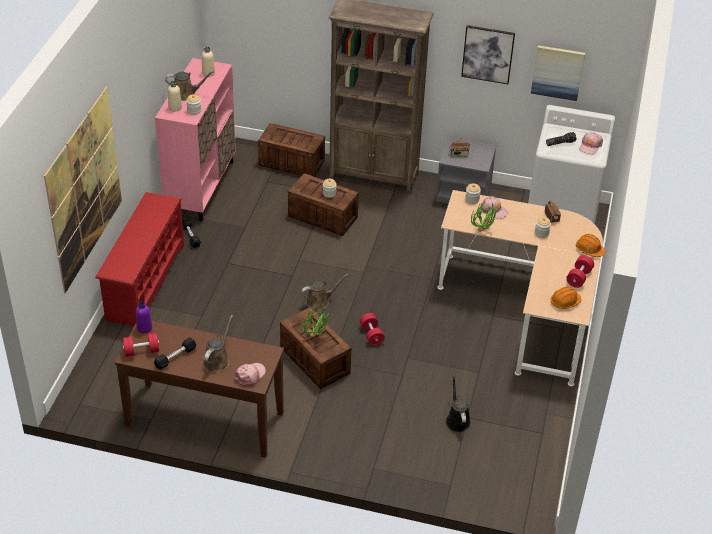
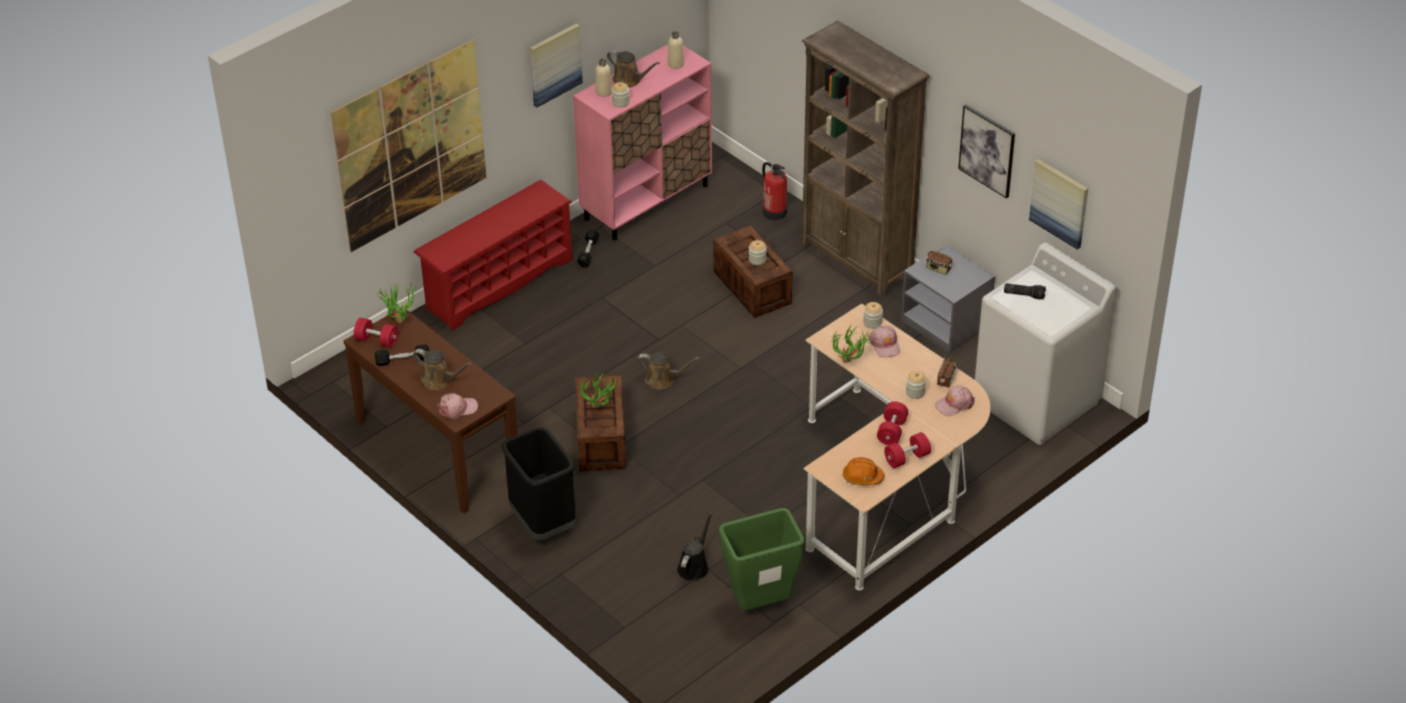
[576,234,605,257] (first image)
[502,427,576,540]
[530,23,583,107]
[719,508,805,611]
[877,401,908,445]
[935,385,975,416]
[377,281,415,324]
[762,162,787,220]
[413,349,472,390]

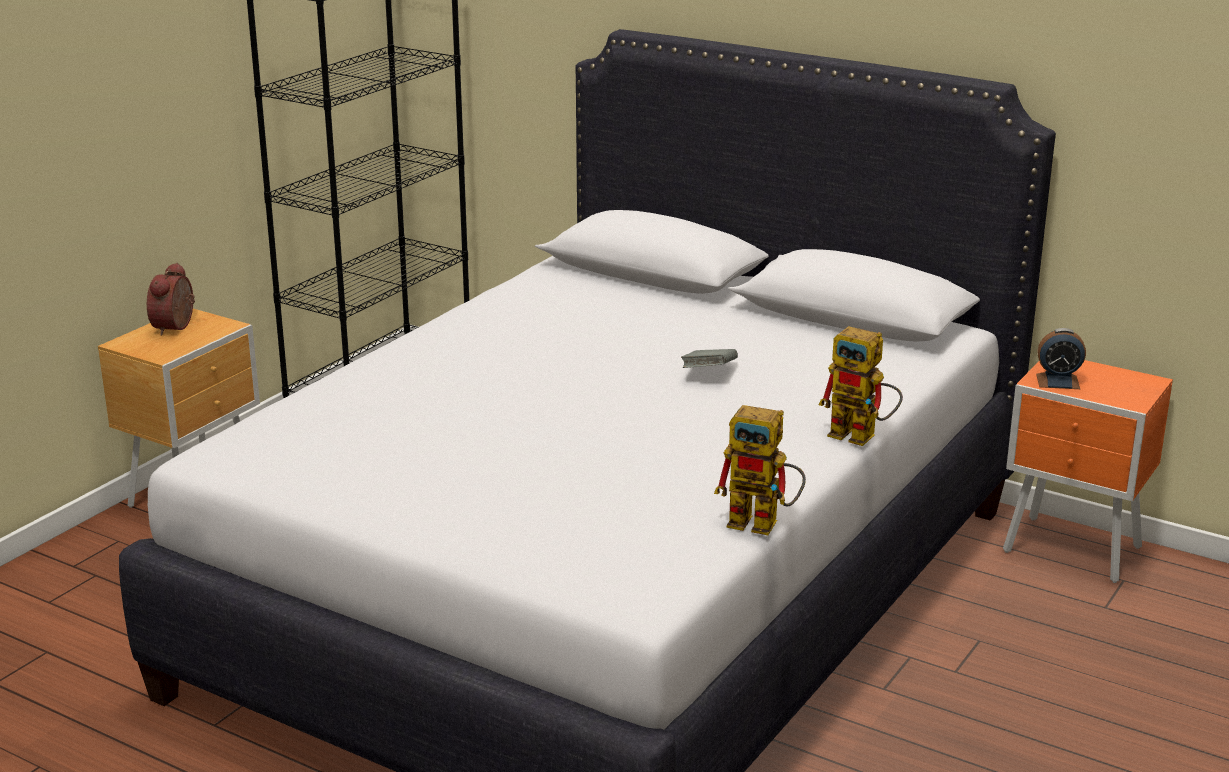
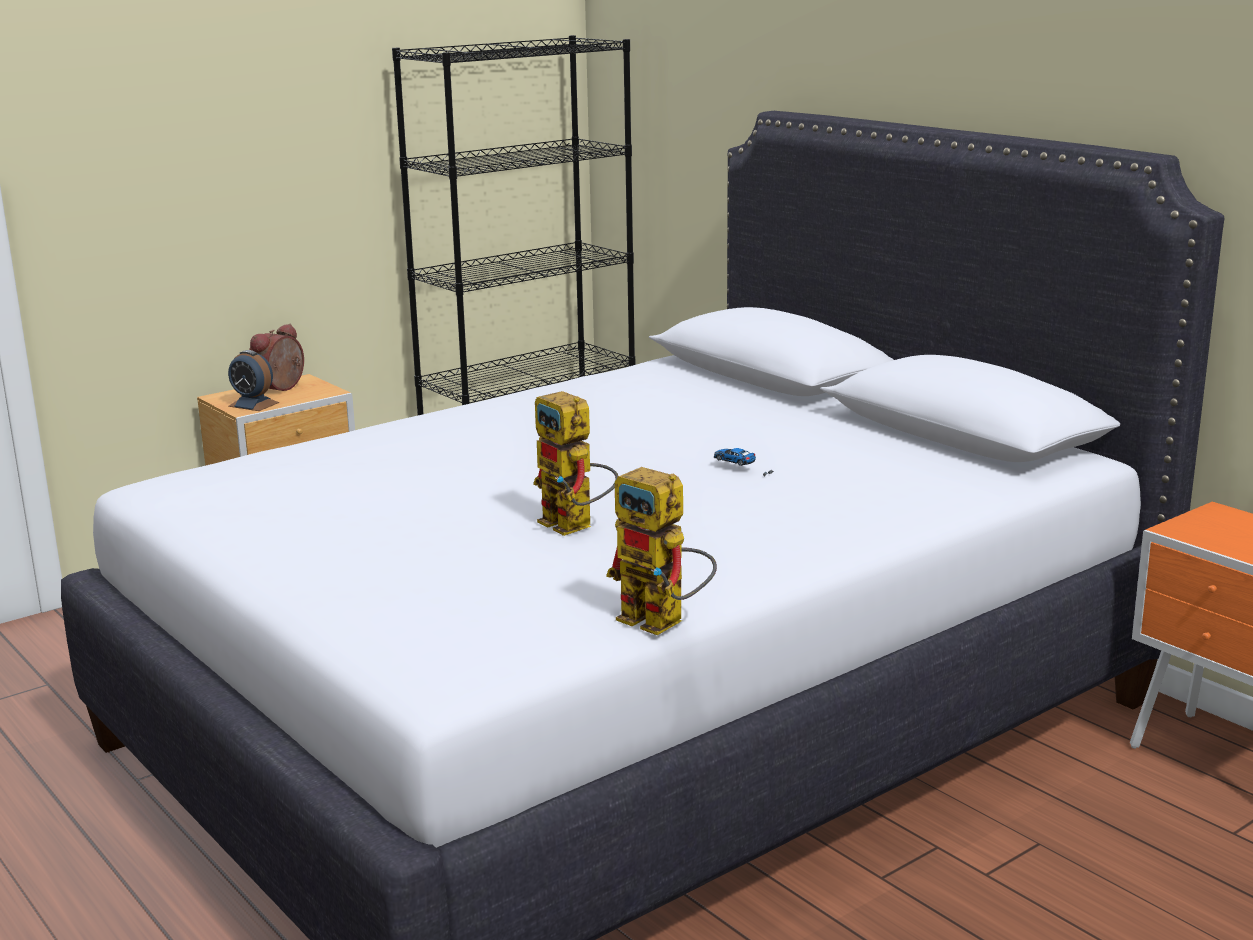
[533,391,618,536]
[228,350,279,411]
[714,448,773,477]

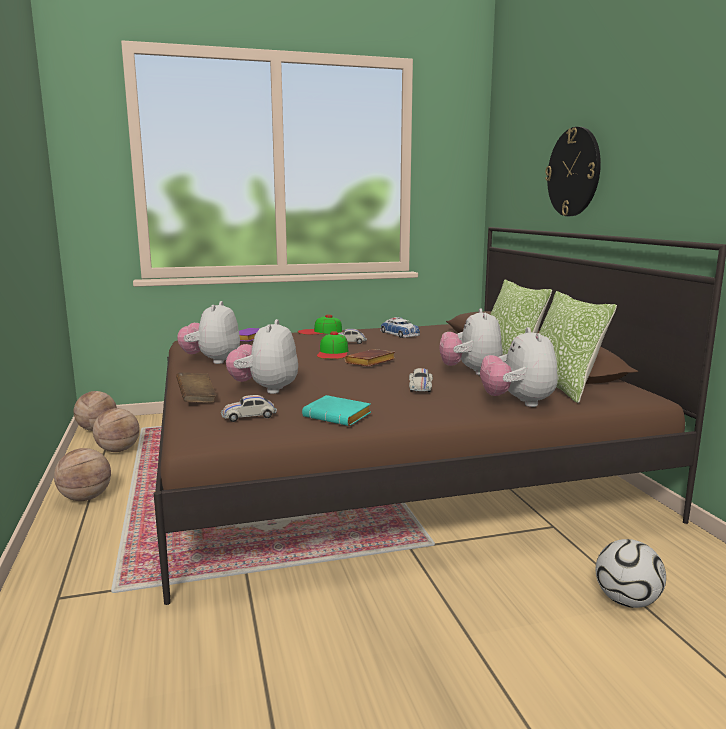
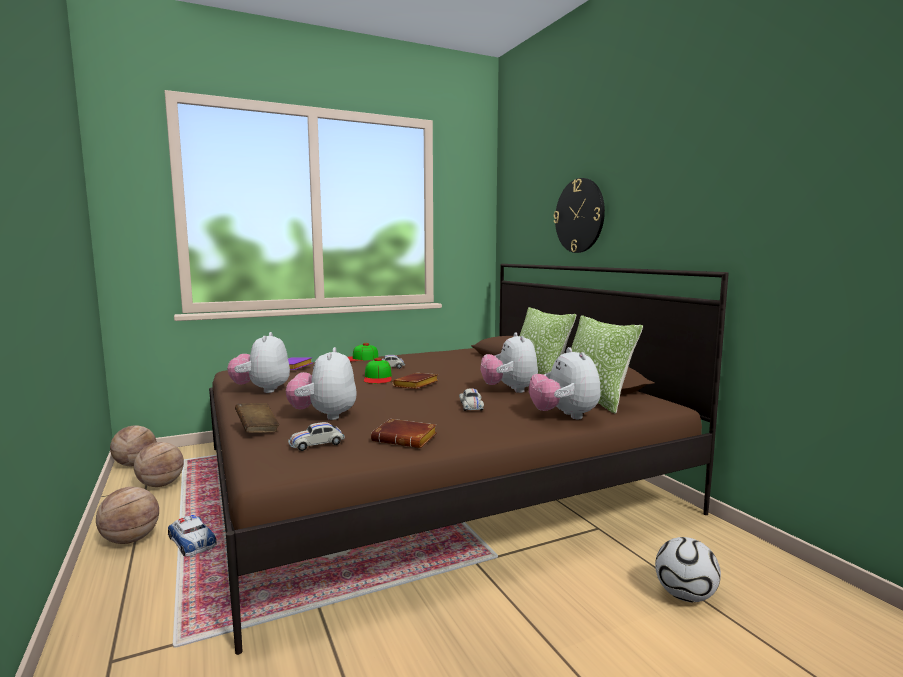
[168,515,217,557]
[371,419,437,448]

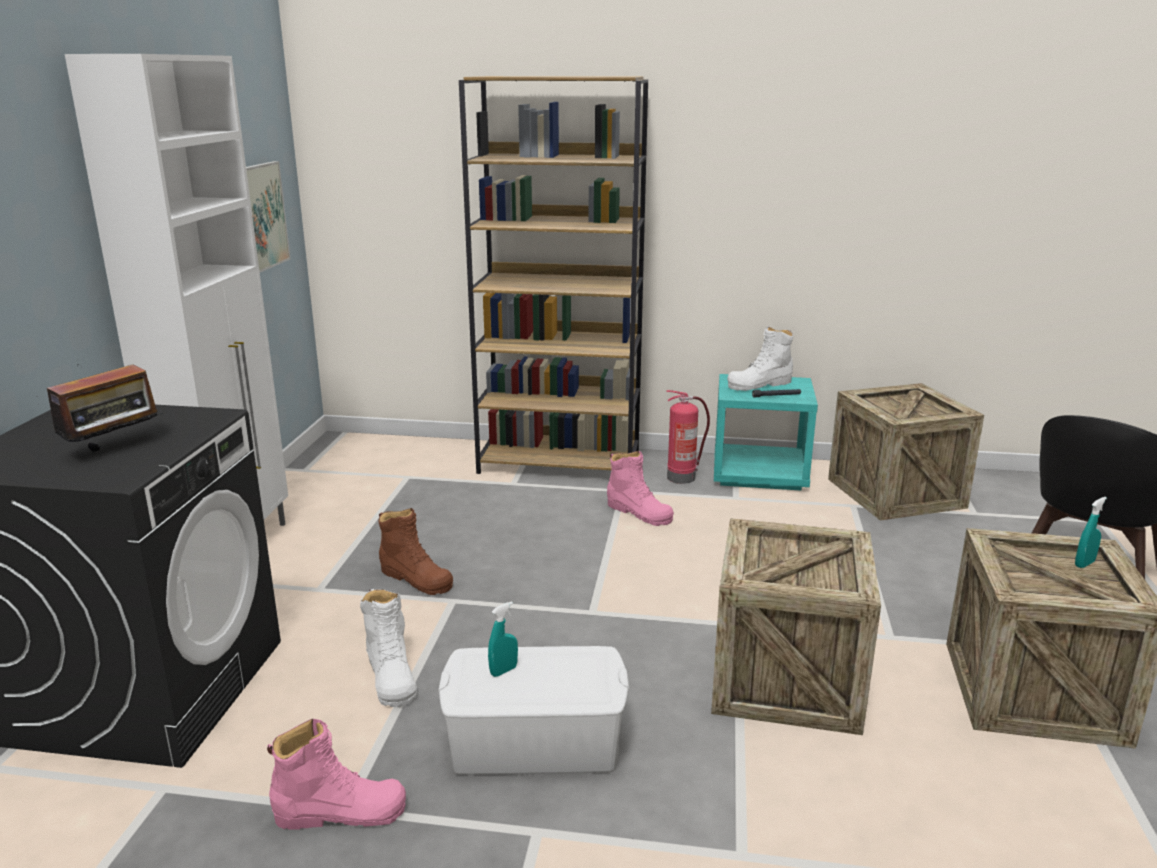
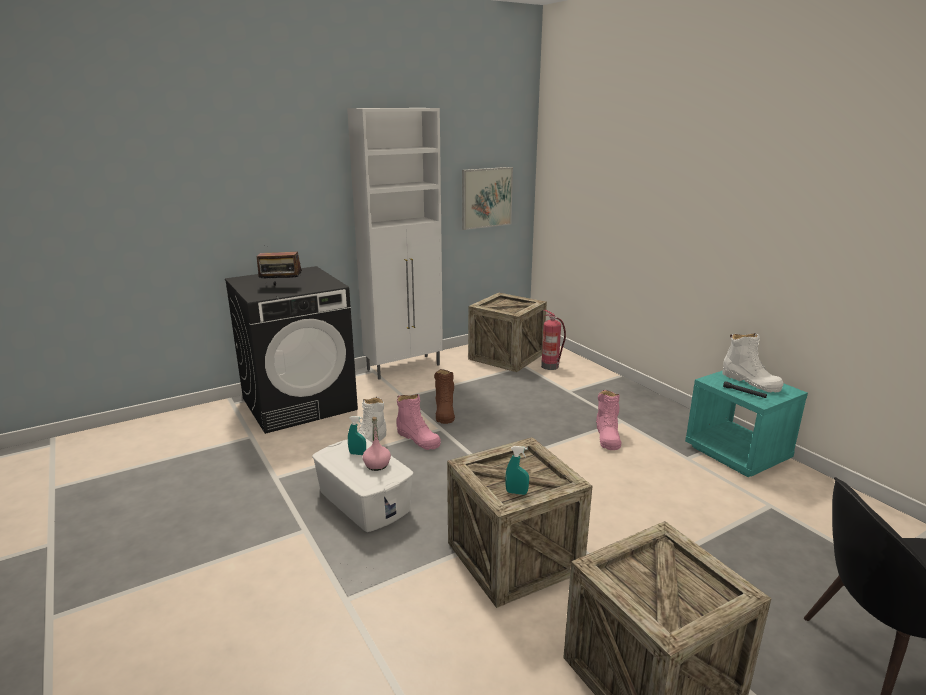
[459,76,648,474] (first image)
[362,417,391,471]
[396,394,441,450]
[541,310,566,370]
[468,293,547,372]
[505,446,529,495]
[722,333,783,393]

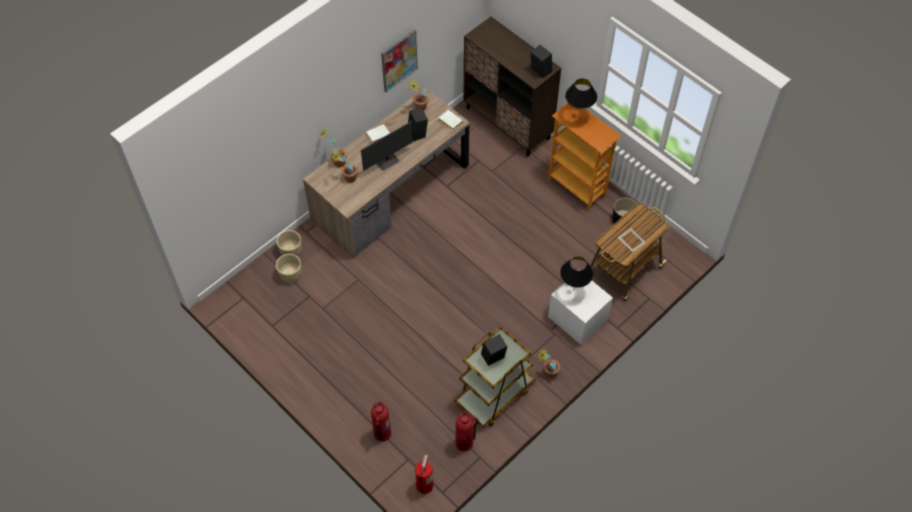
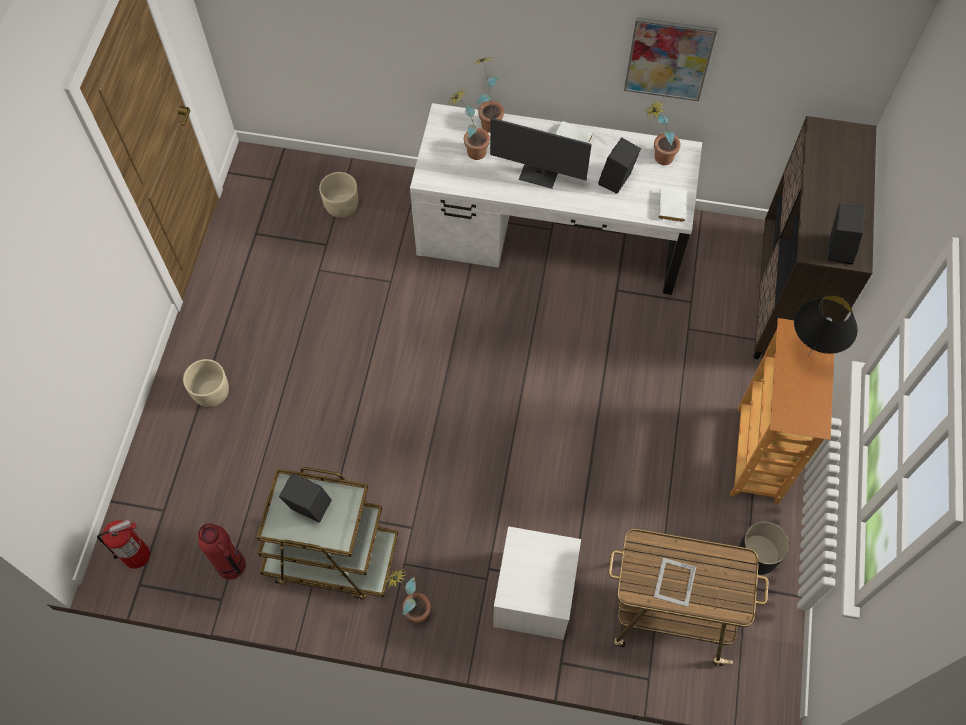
[371,402,391,441] (first image)
[560,257,593,288] (first image)
[183,359,229,407]
[410,103,702,295]

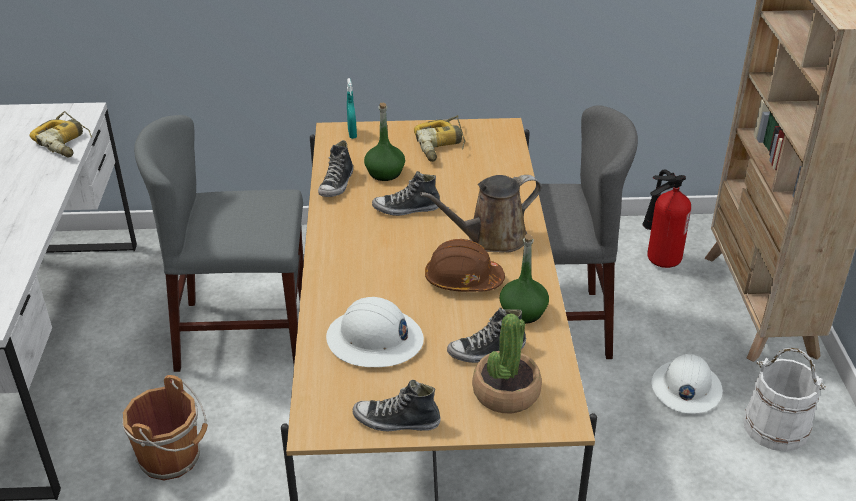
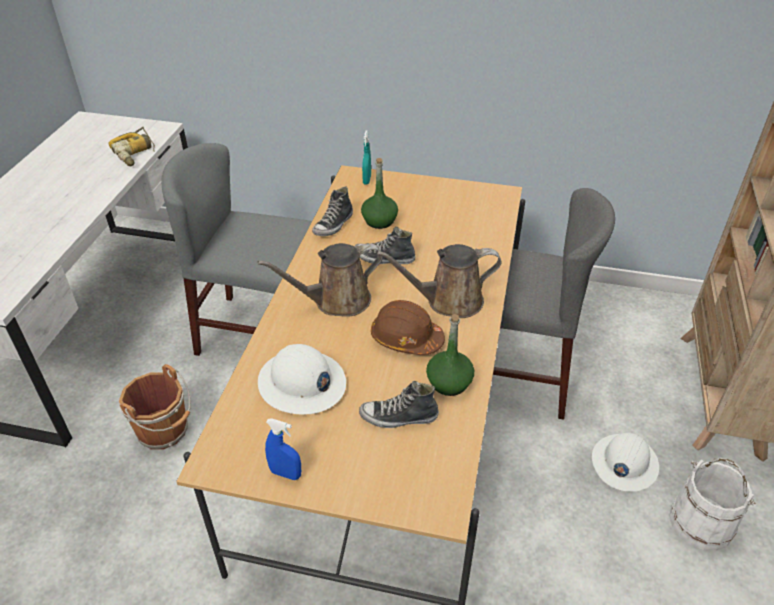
[414,115,465,162] (first image)
[472,313,542,413] (first image)
[643,169,691,268] (first image)
[258,243,383,317]
[265,418,301,480]

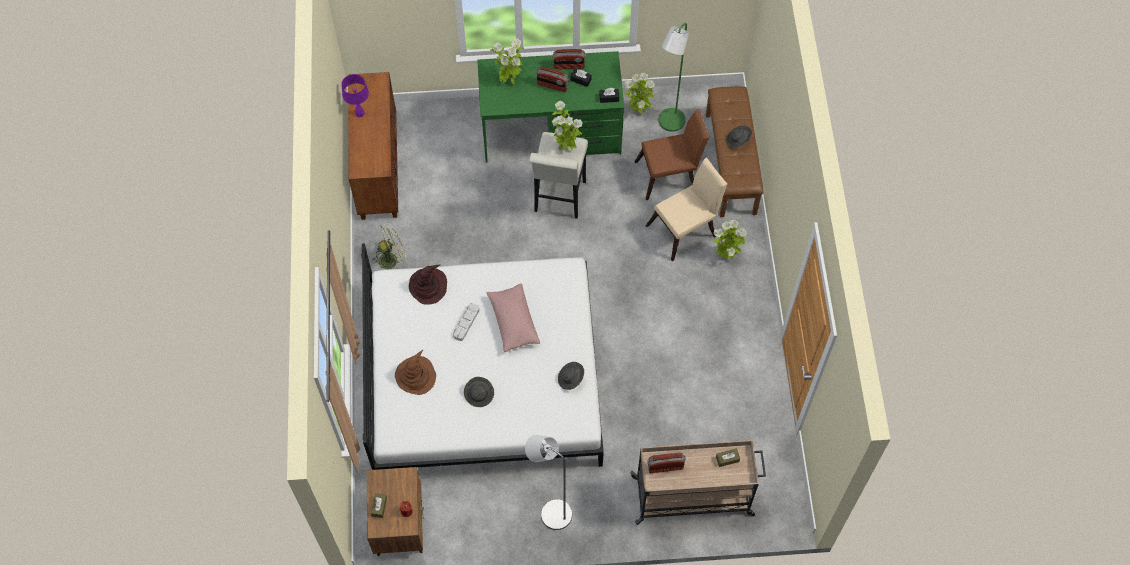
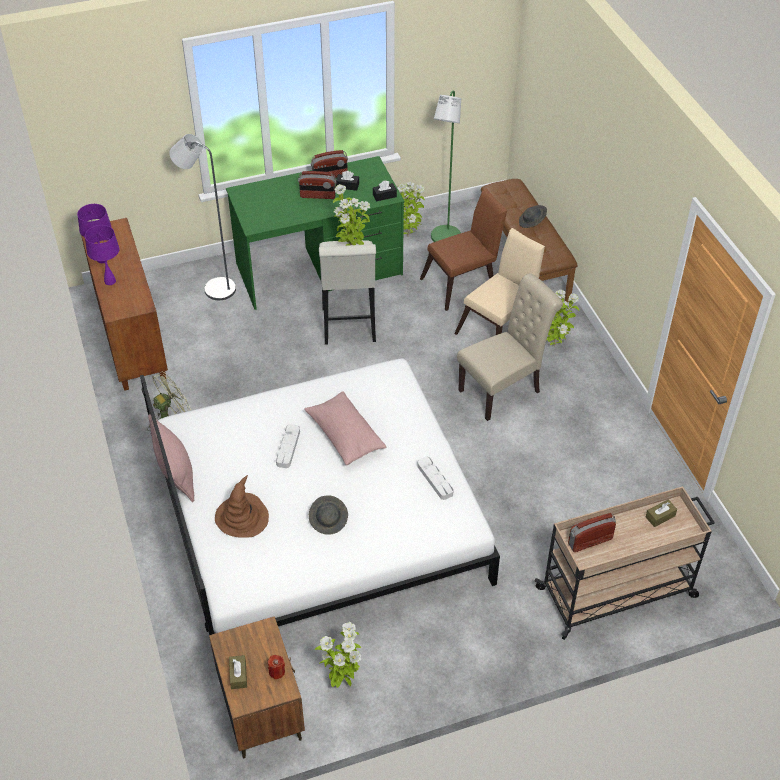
[409,265,447,305] (first image)
[85,225,119,285]
[148,414,194,502]
[457,273,563,421]
[315,622,361,688]
[169,134,236,300]
[417,457,454,500]

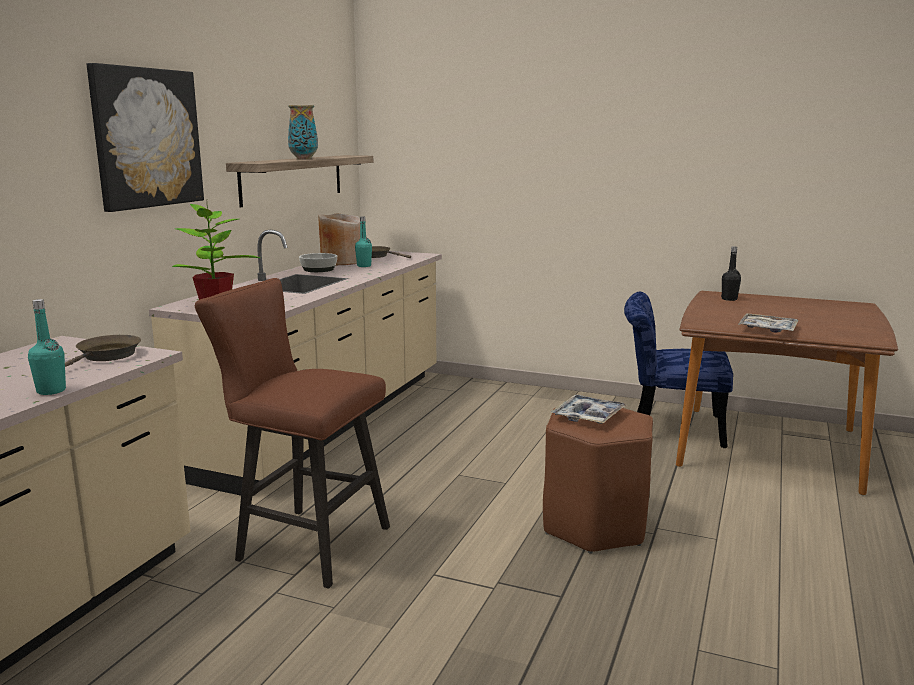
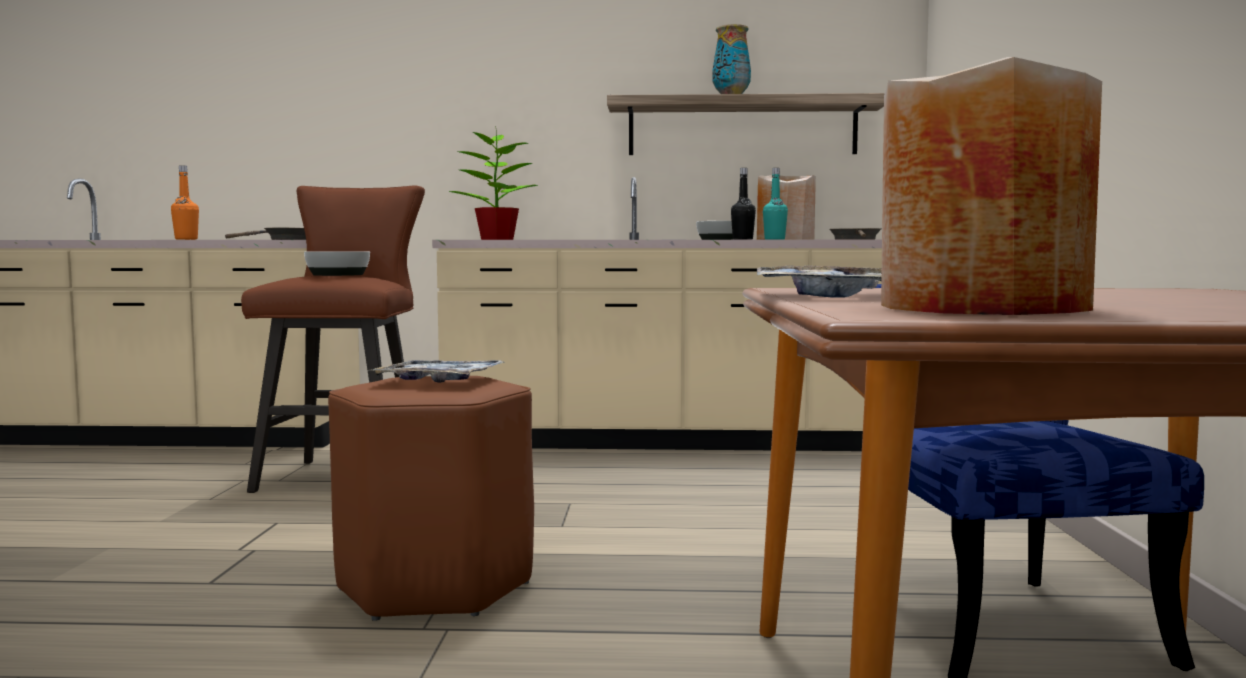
[87,63,204,212] (first image)
[304,251,370,276]
[881,57,1102,315]
[731,168,756,240]
[171,165,199,240]

